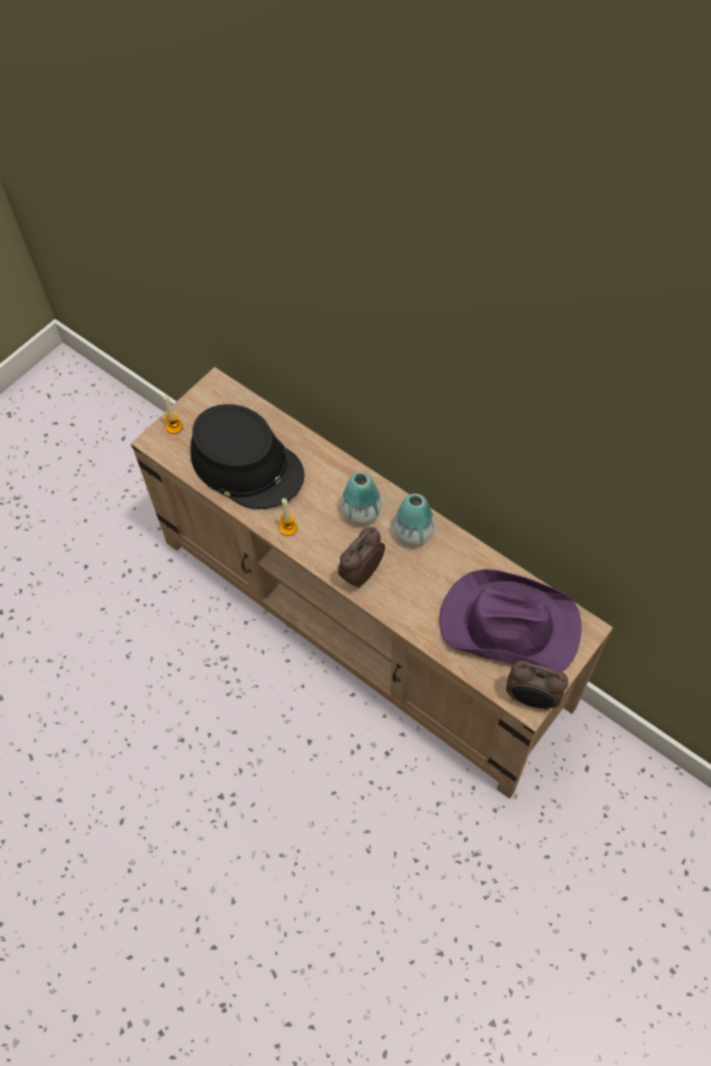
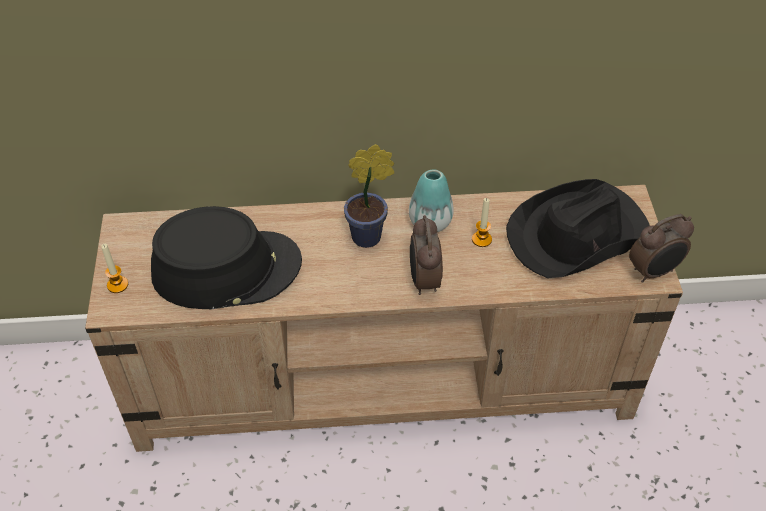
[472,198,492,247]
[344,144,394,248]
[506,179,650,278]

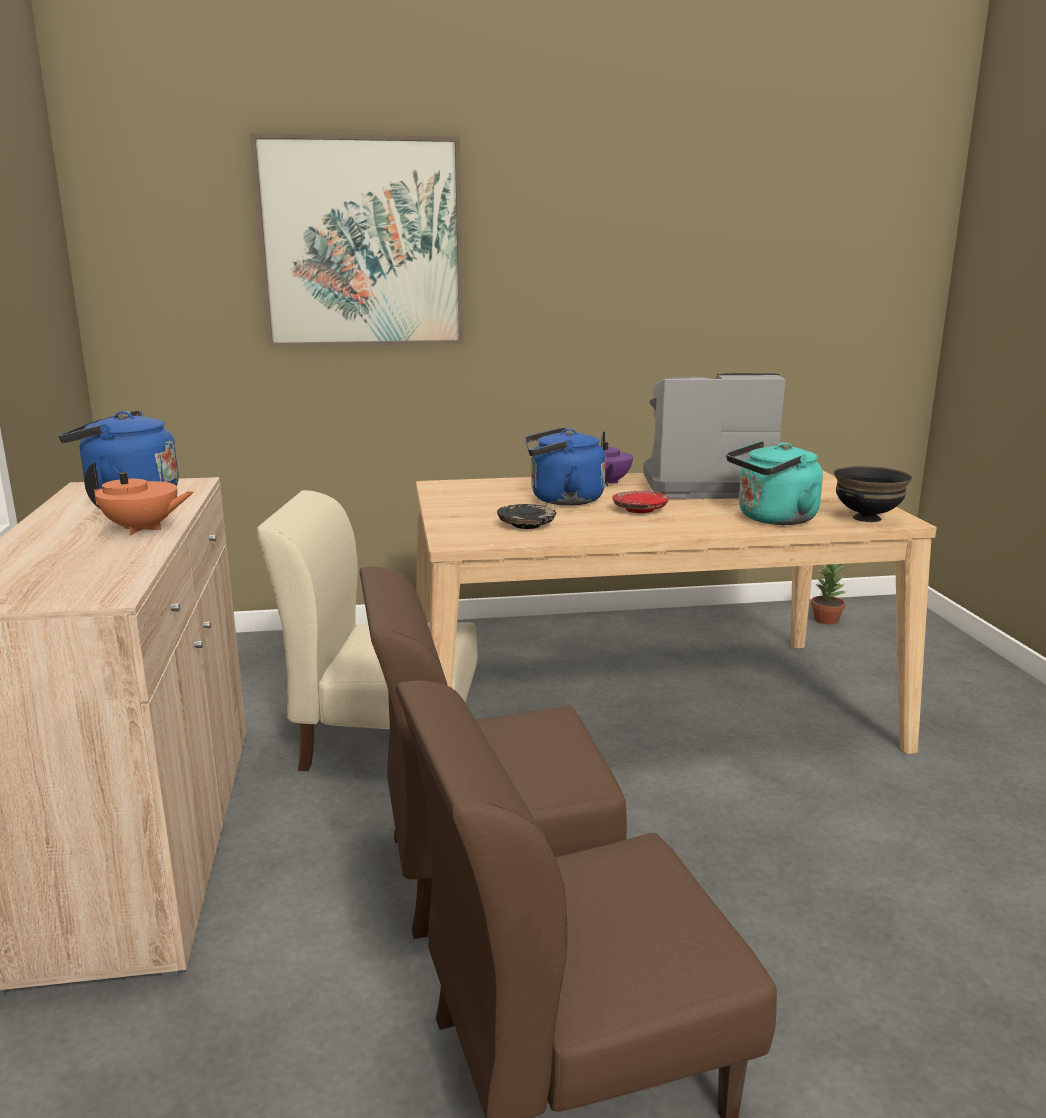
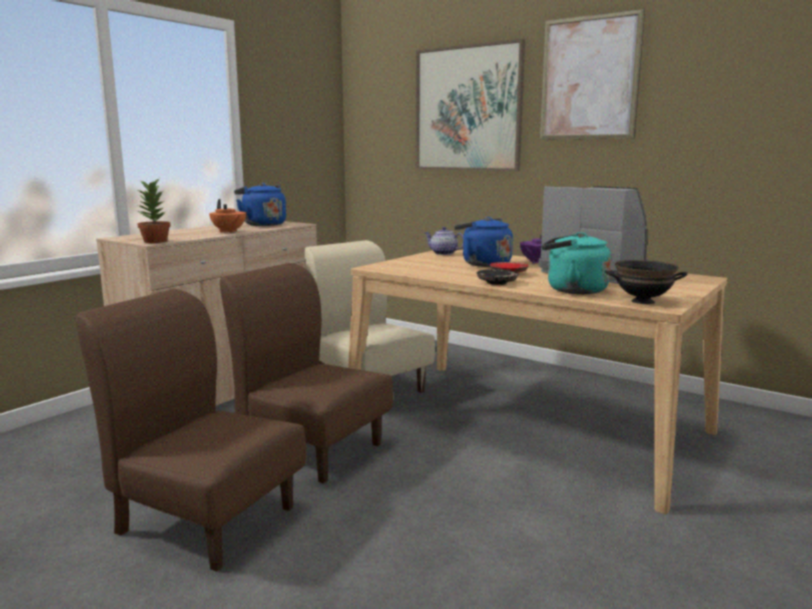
[425,227,463,255]
[540,8,645,140]
[477,269,519,285]
[136,179,171,243]

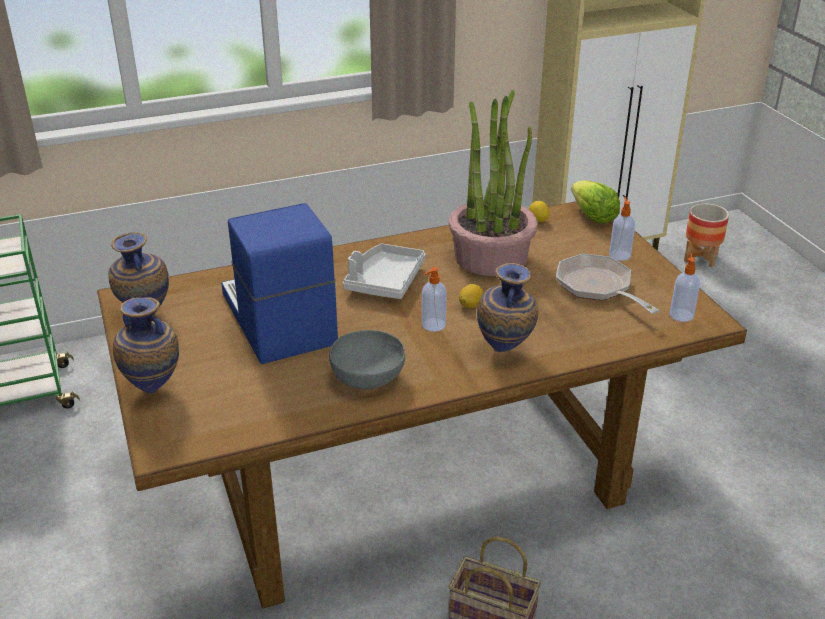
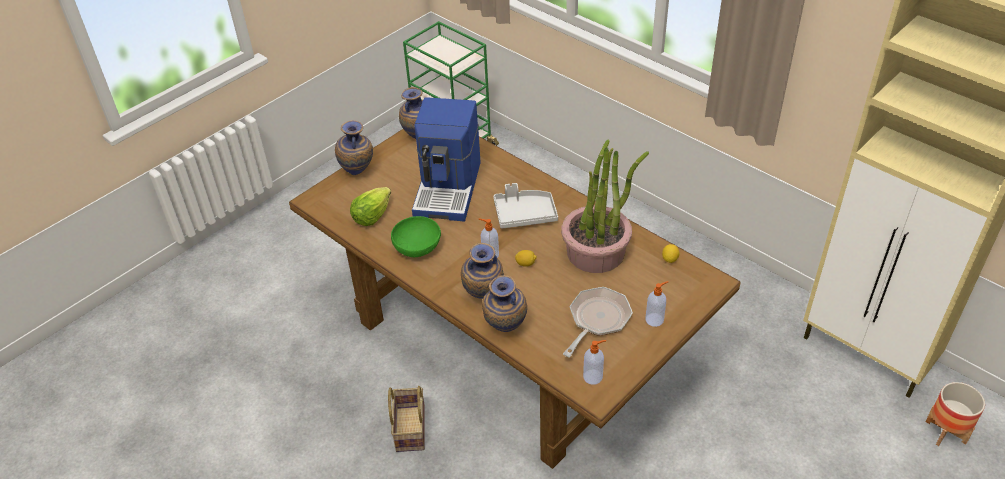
[482,275,527,332]
[350,187,391,226]
[391,216,441,257]
[412,97,481,222]

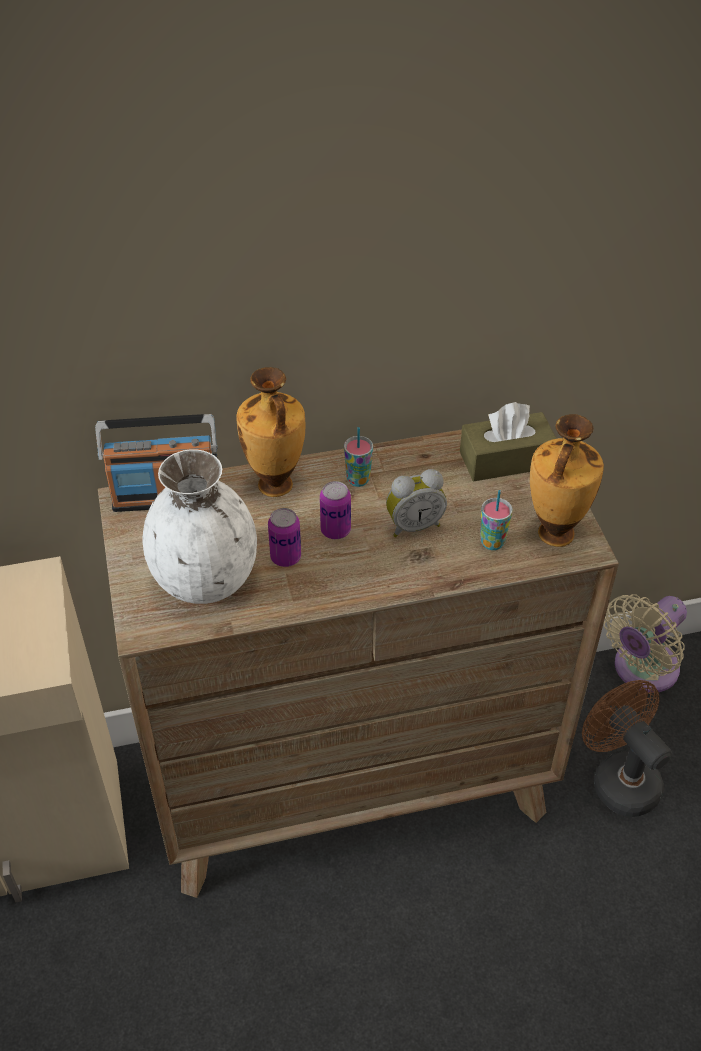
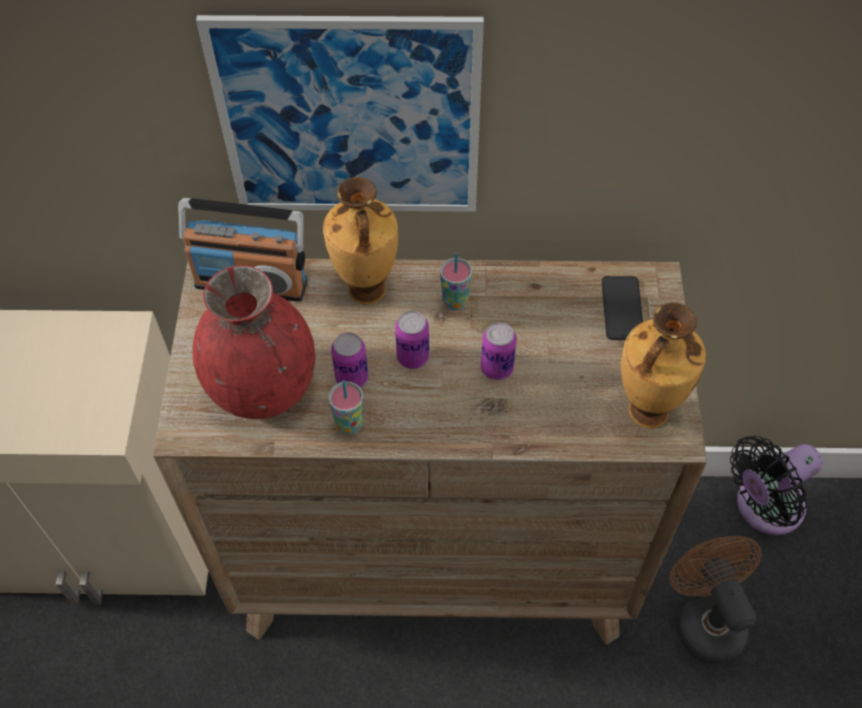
[196,15,484,212]
[328,380,363,434]
[481,322,517,380]
[601,276,643,340]
[192,265,315,419]
[730,436,823,535]

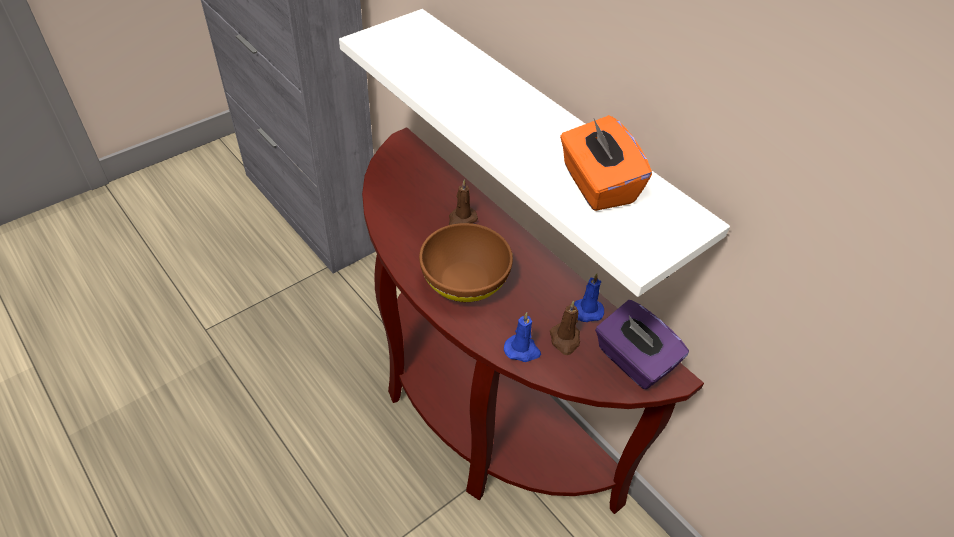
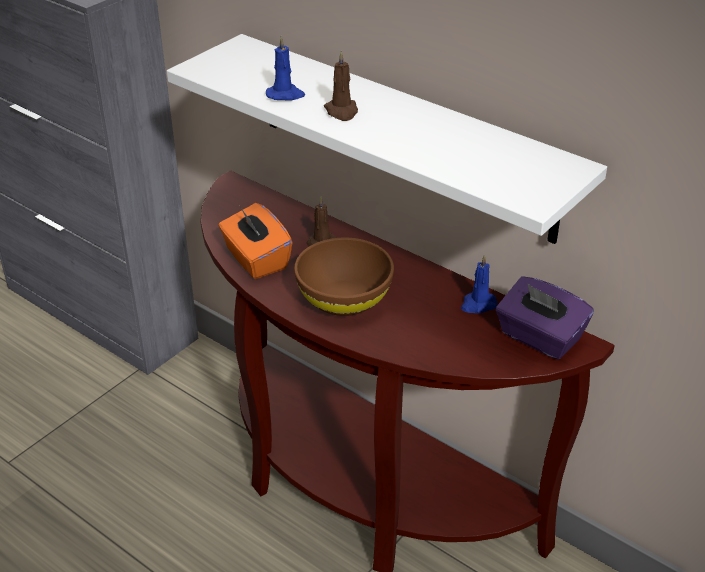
[266,35,305,101]
[324,51,358,121]
[218,203,292,279]

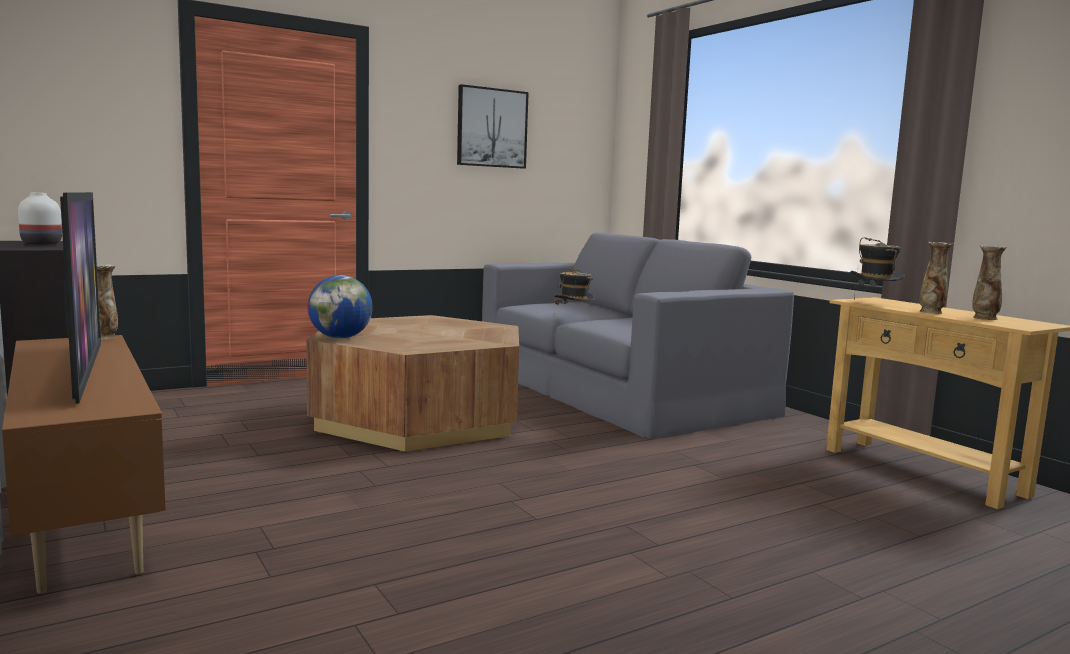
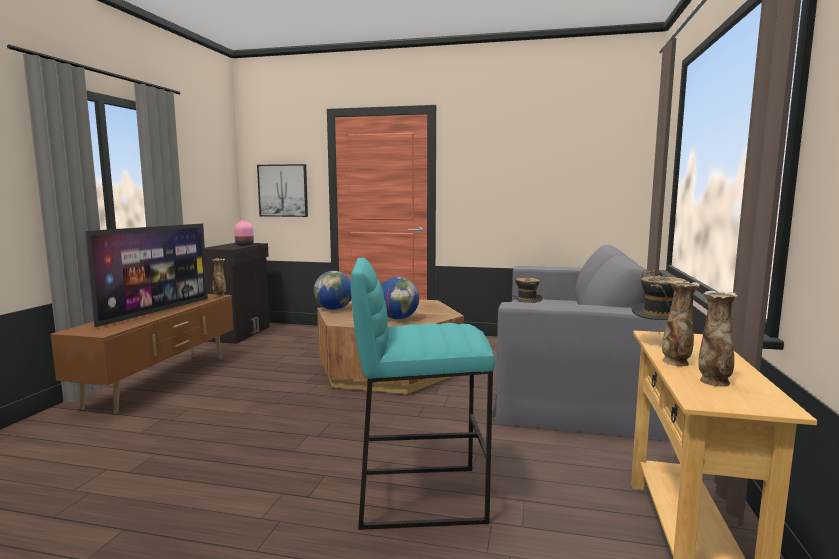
[350,258,495,530]
[381,277,419,320]
[257,164,308,217]
[234,220,254,246]

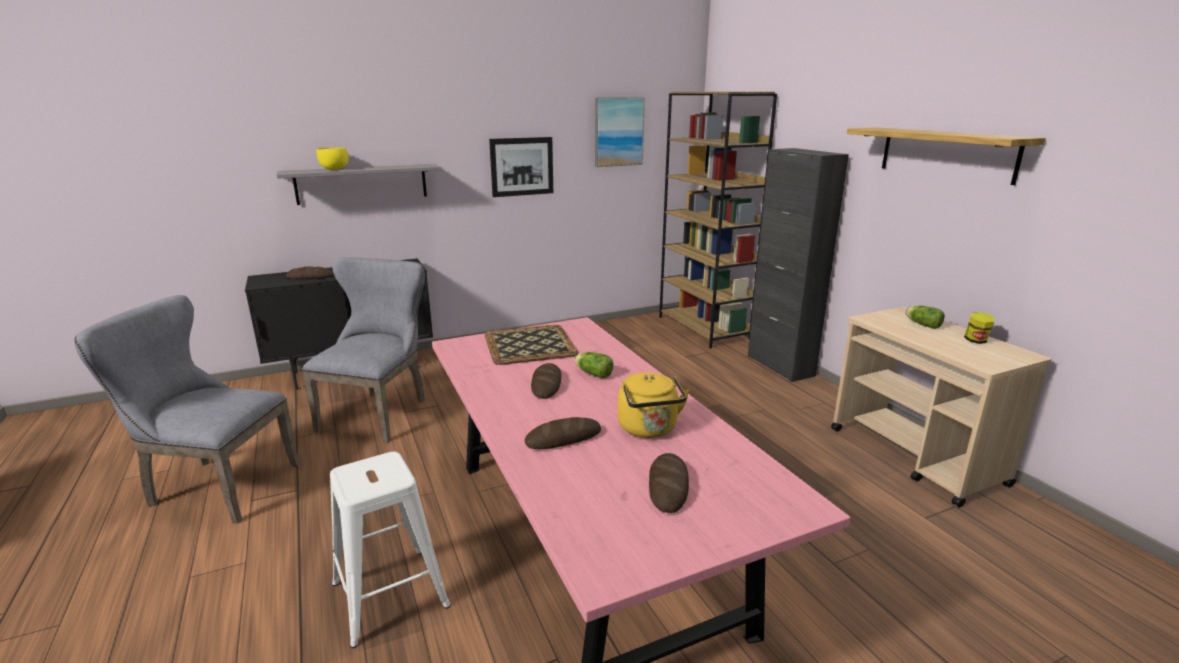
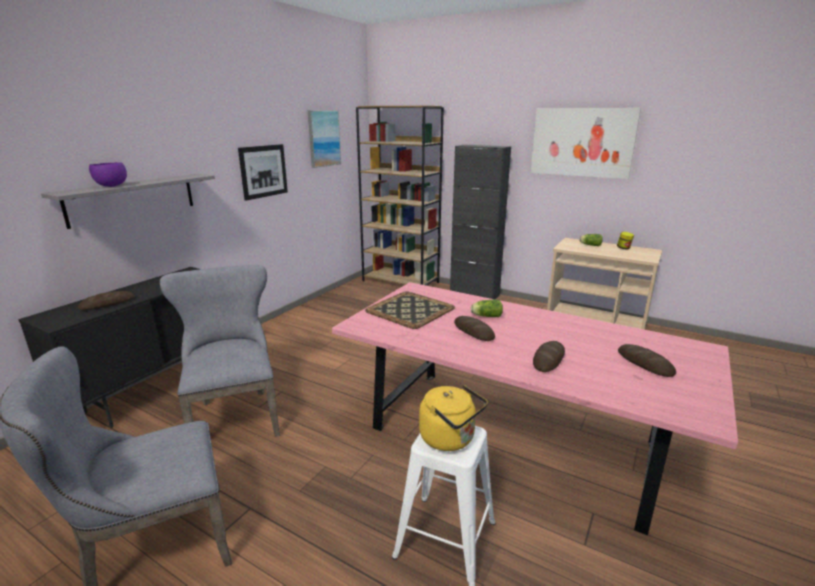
[419,385,488,451]
[530,108,641,179]
[89,162,127,187]

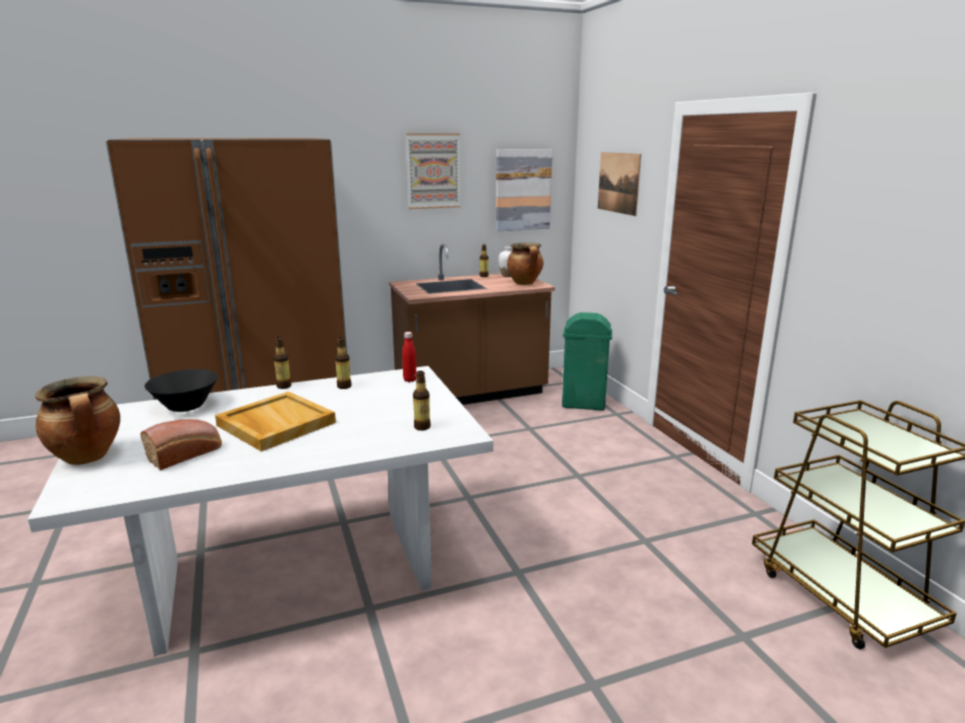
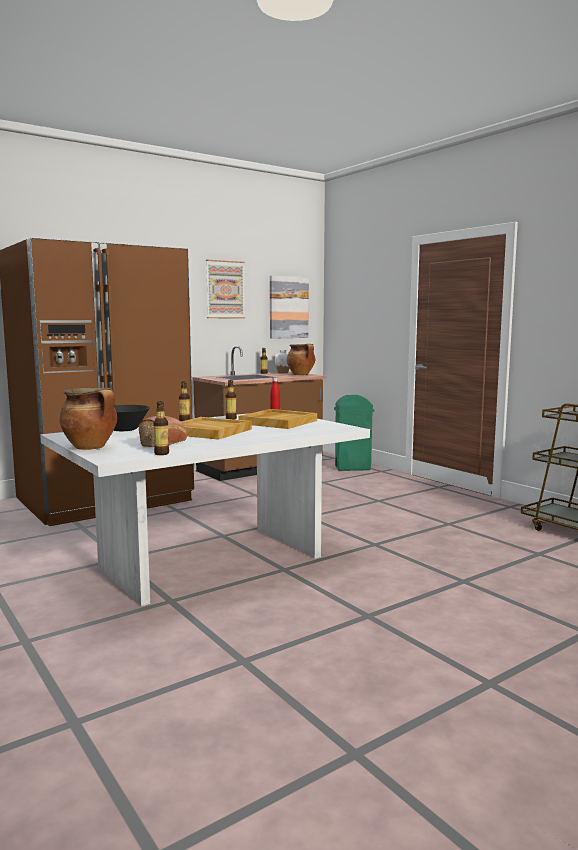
[598,152,641,216] (first image)
[239,409,317,429]
[153,401,169,455]

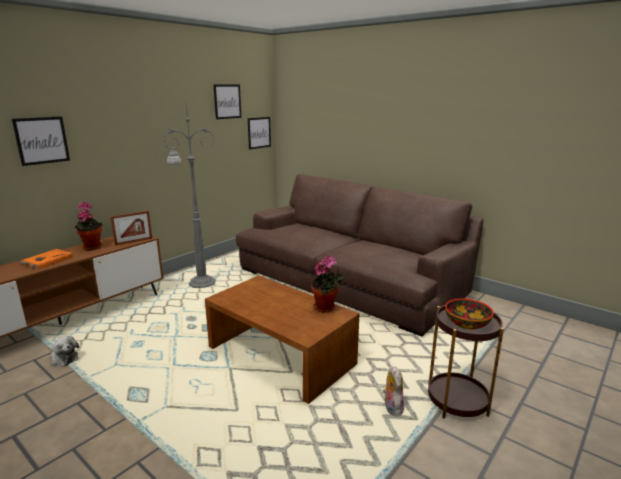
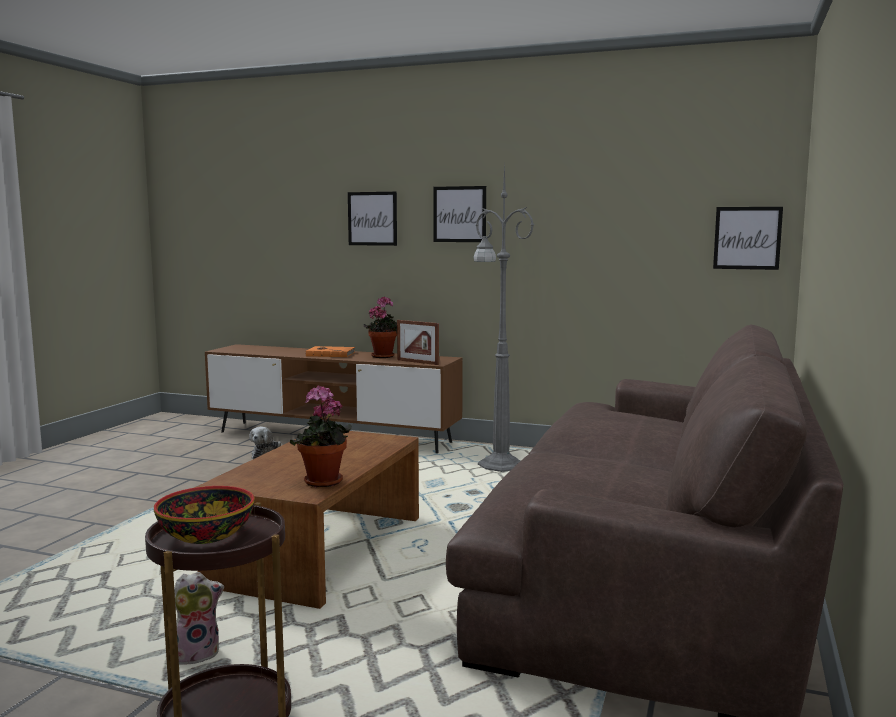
[434,186,486,242]

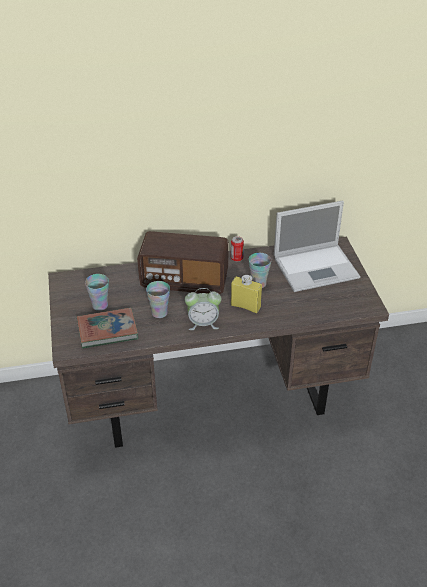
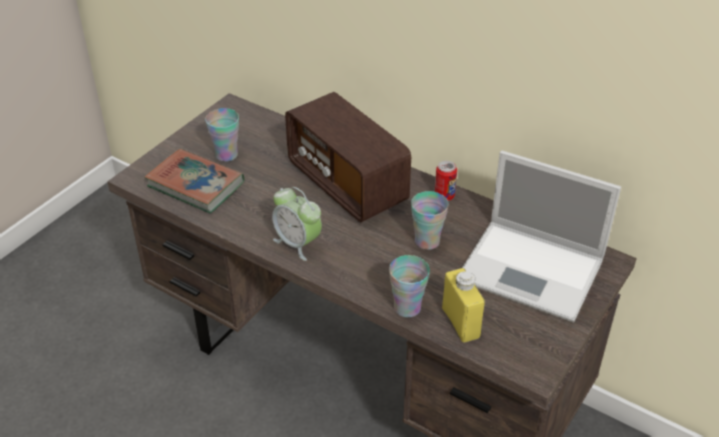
[389,255,430,318]
[442,268,485,343]

